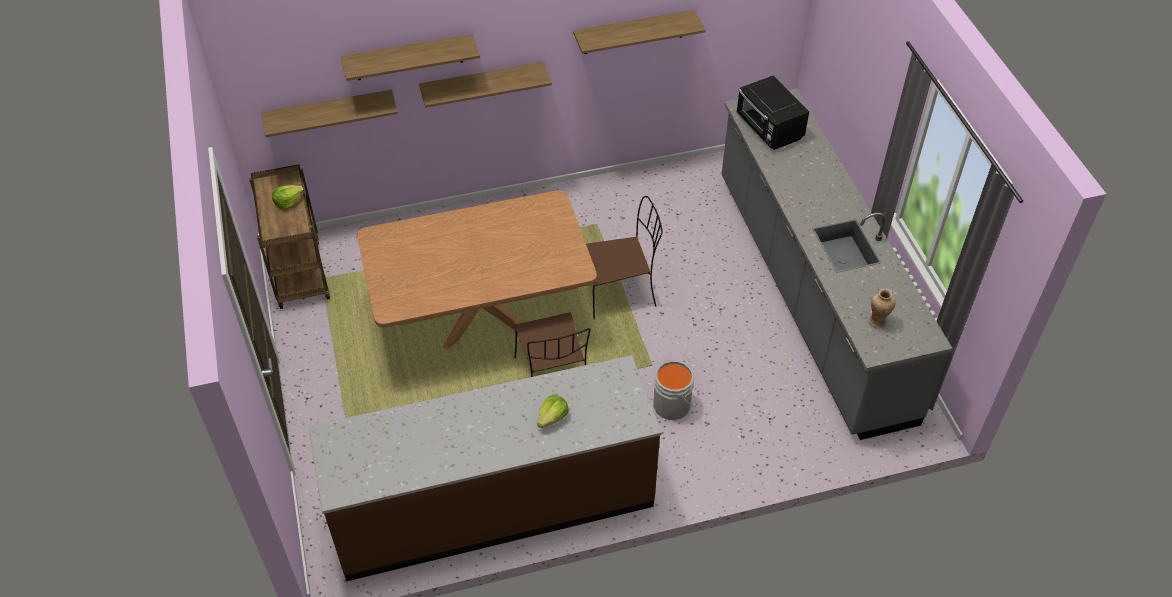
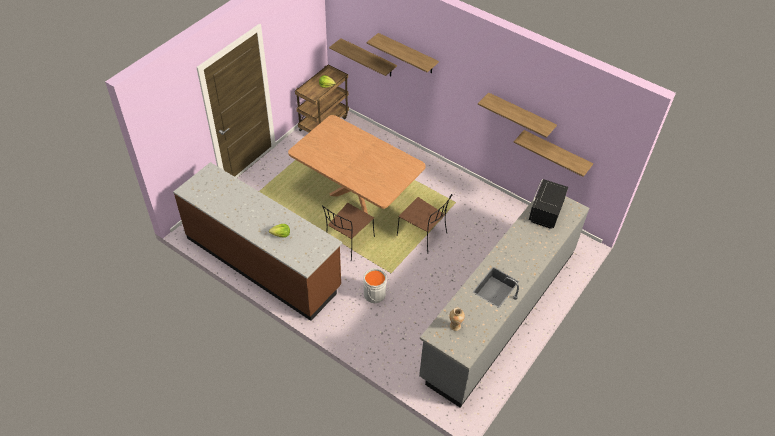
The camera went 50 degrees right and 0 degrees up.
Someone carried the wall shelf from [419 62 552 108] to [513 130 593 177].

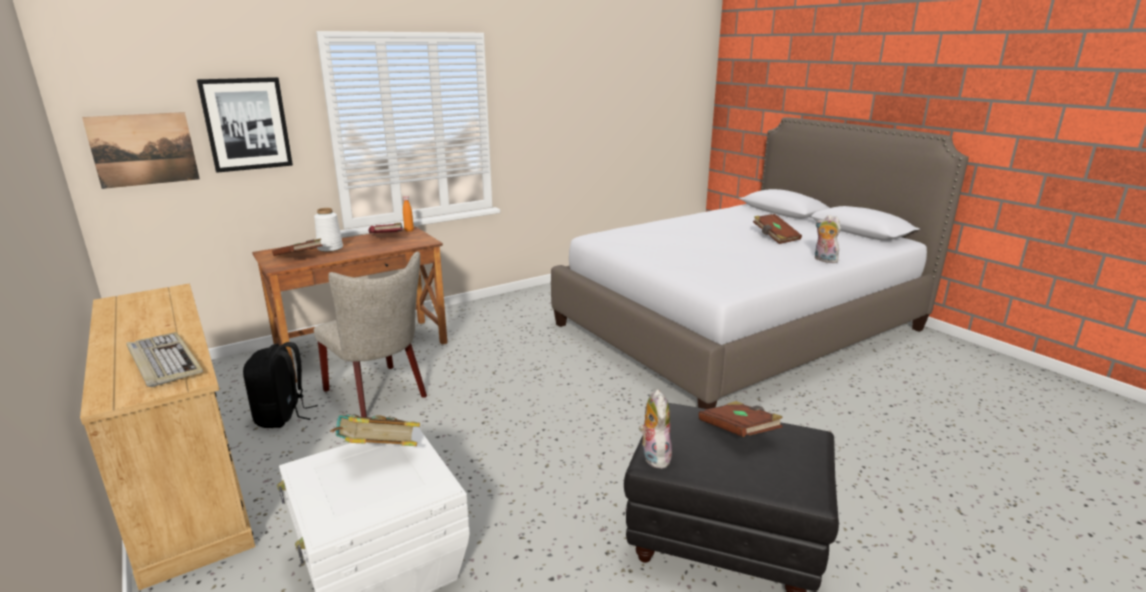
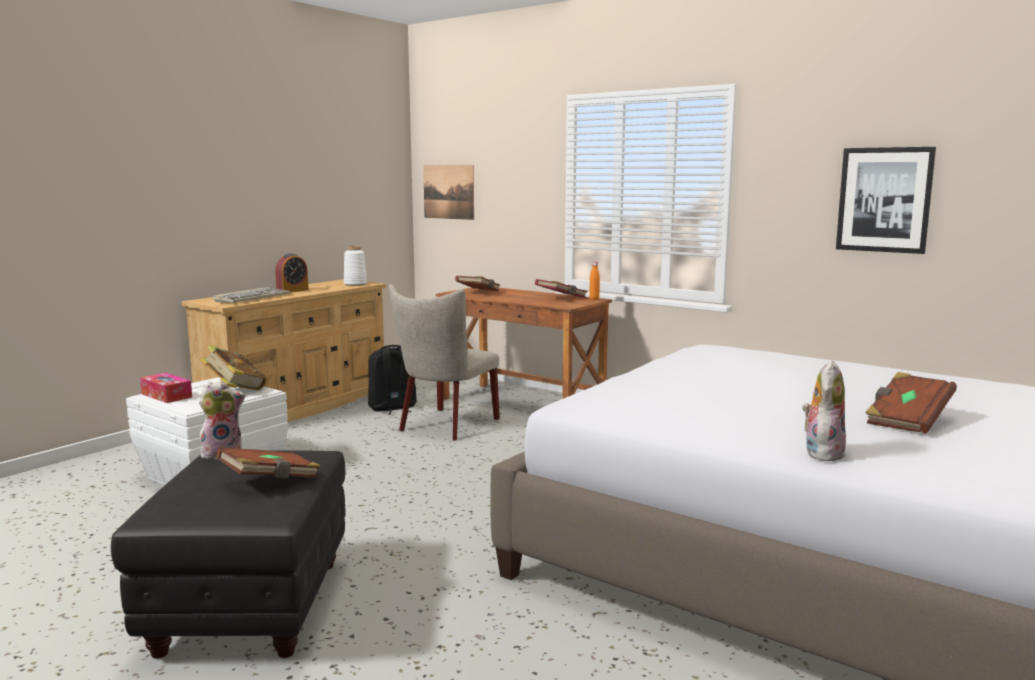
The camera went 70 degrees right and 10 degrees down.
Someone put down the tissue holder at [140 373 192 403].
Someone put down the bedside clock at [275 254 309 293].
Someone carried the wall picture from [197 77 293 173] to [836 147 936 254].
Someone carried the flower vase in whitish from [314 208 343 252] to [344 246 367 286].

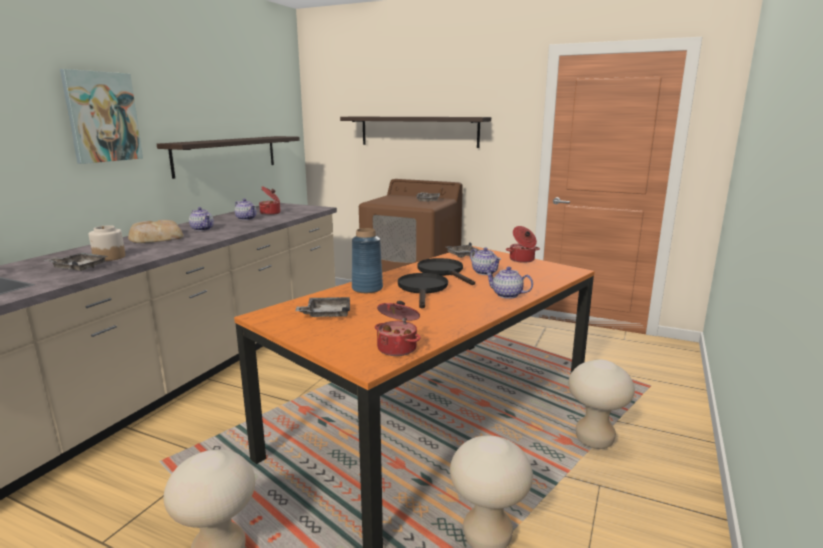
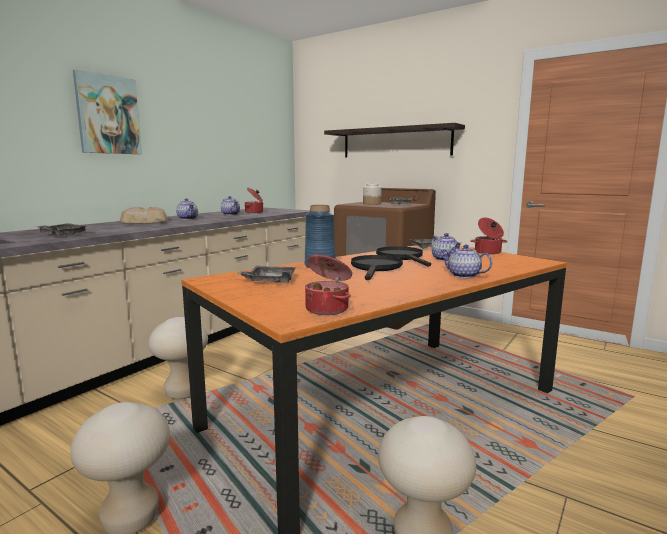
The camera went 10 degrees right and 5 degrees down.
Someone took away the wall shelf at [157 136 300 179].
Someone carried the storage jar from [89 225 125 261] to [363 184 382 205].
Someone carried the sitting stool in beige from [568 359 635 449] to [148 317 208 399].

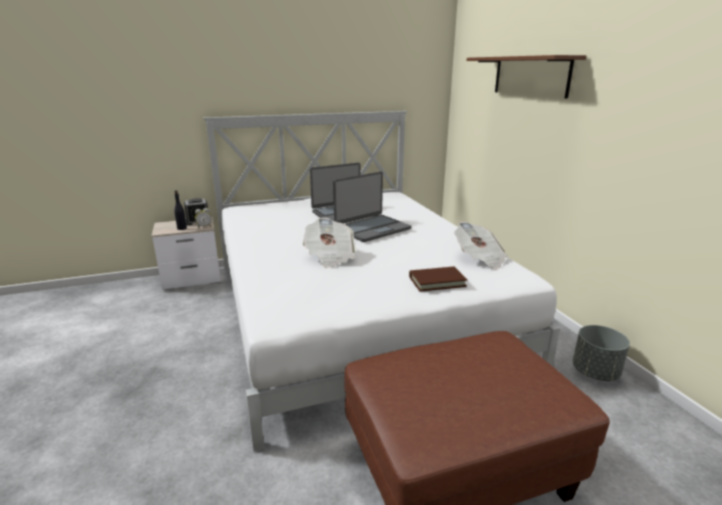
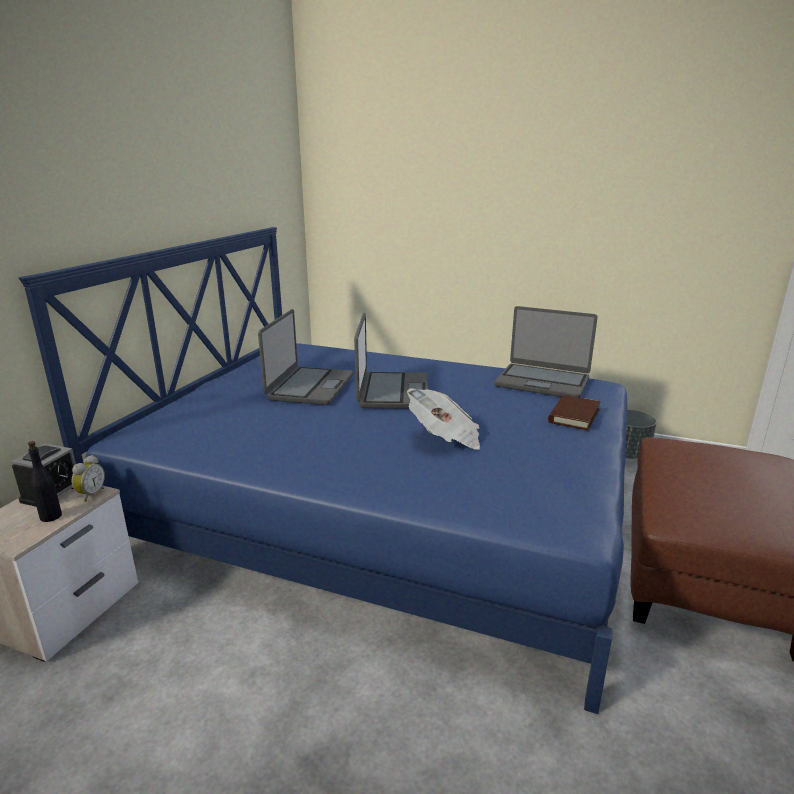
The camera went 50 degrees left and 0 degrees up.
Someone took away the wall shelf in brown at [467 55 586 99].
Someone swapped the printed paper at [454 222 508 270] for the laptop at [494 306 598 398].
Someone repainted the sleeping bed in whitish at [204 111 560 451], which became the sleeping bed in blue-coloured at [19 227 627 714].

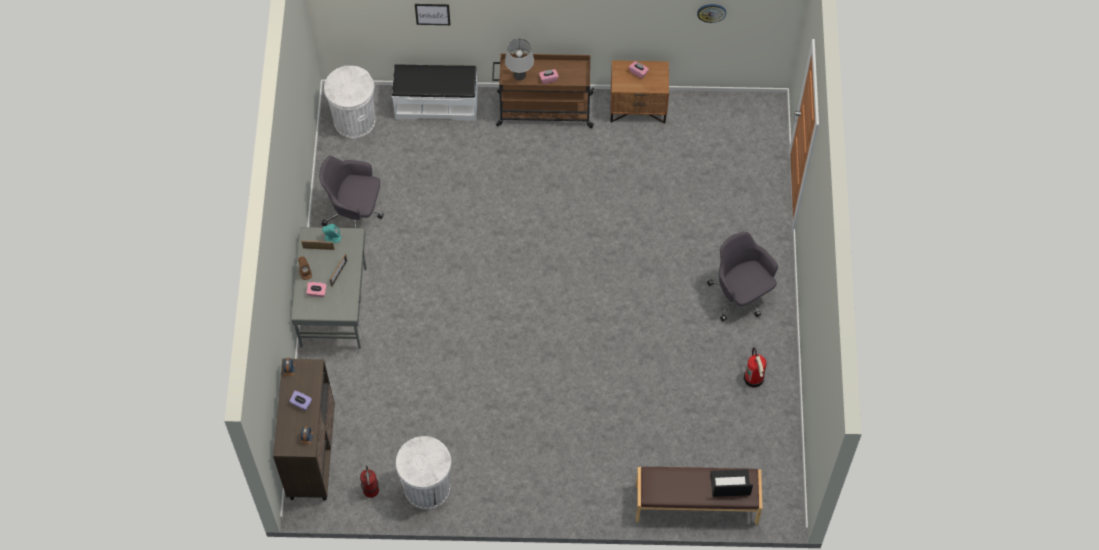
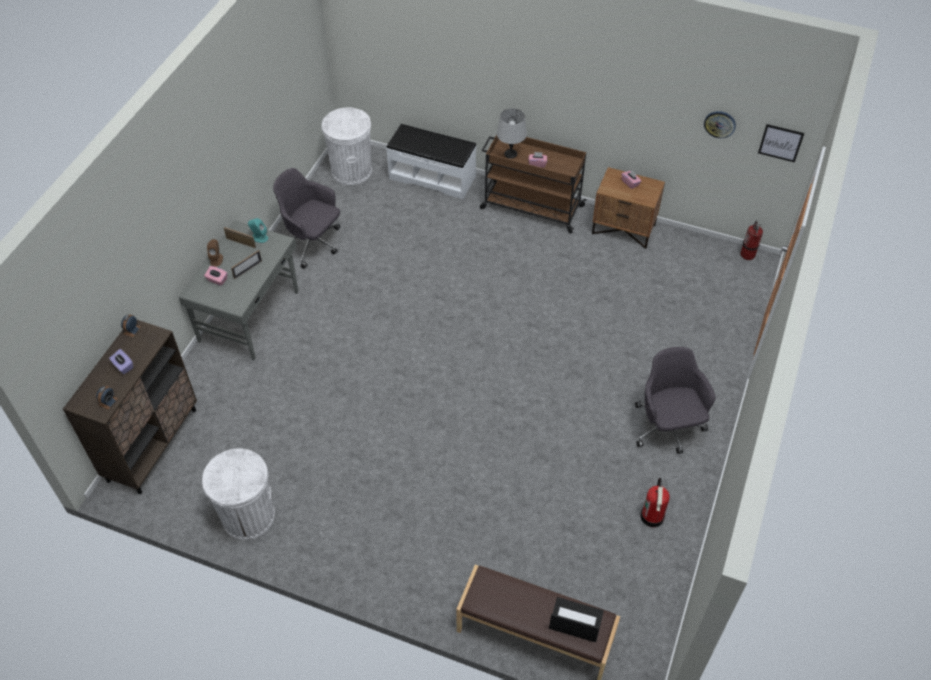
The camera went 20 degrees right and 10 degrees down.
Someone carried the fire extinguisher from [360 465 379 498] to [740 221 763 260].
Someone carried the wall picture from [415 4 450 25] to [758 124 804 162].

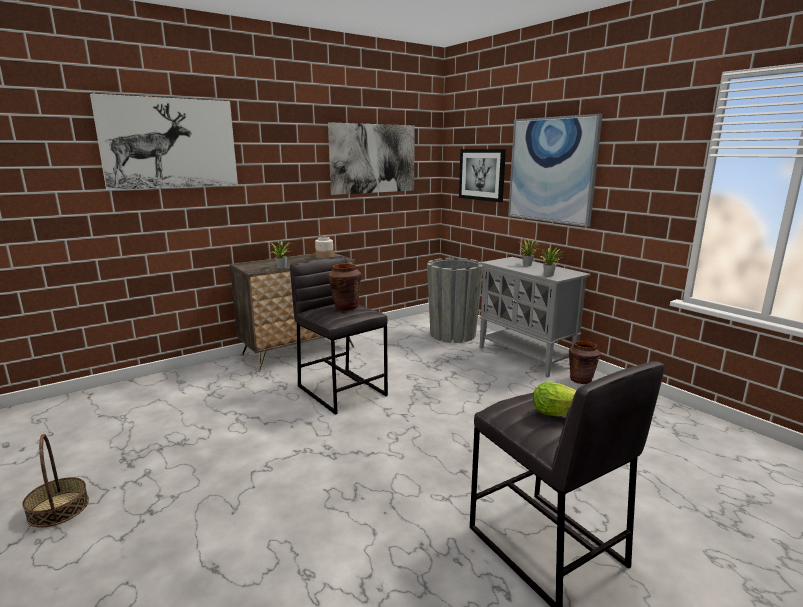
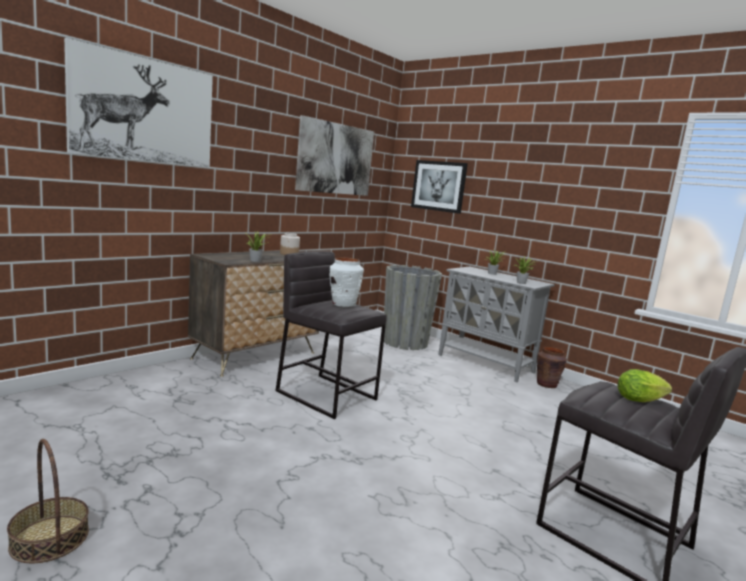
The camera went 15 degrees left and 5 degrees down.
Someone took away the wall picture at [508 114 603 227].
Someone repainted the flower vase in brown at [328 263 361 311], which became the flower vase in whitish at [330 257 364 307].

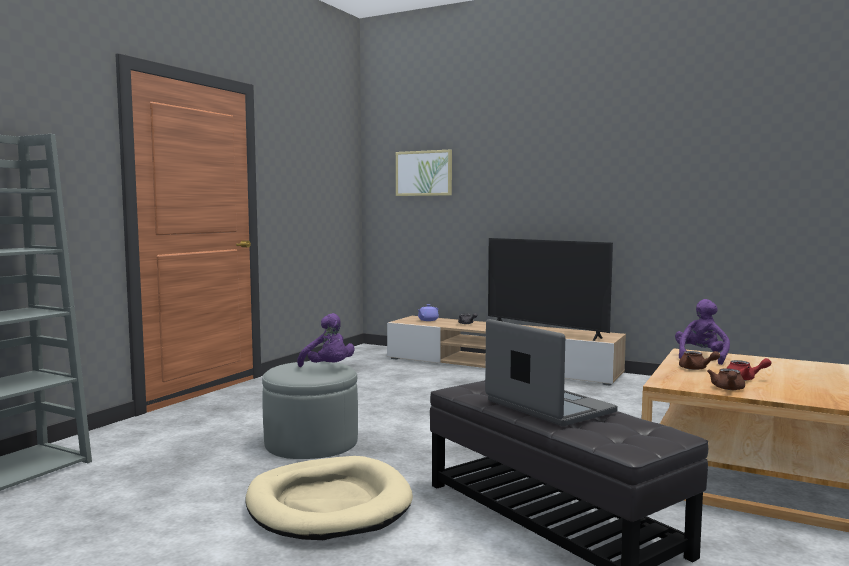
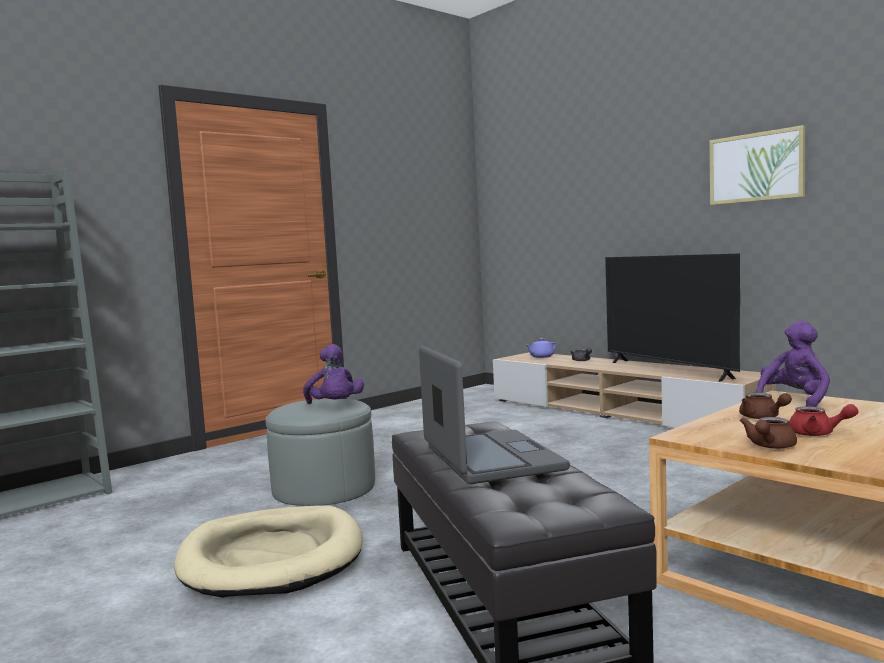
The camera went 20 degrees right and 0 degrees up.
Someone carried the wall picture from [396 149 452 196] to [709 125 805 205].

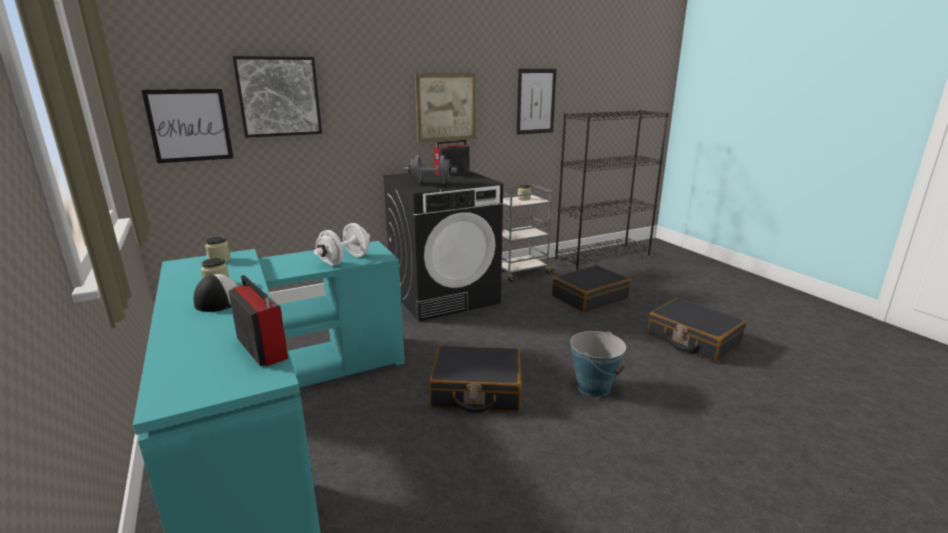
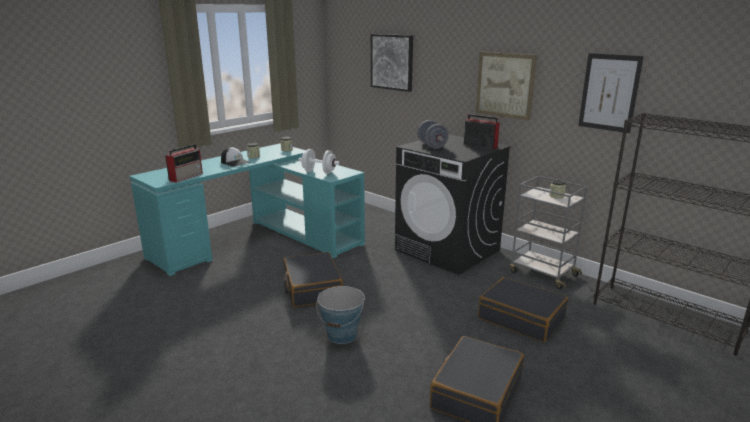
The camera went 70 degrees right and 0 degrees up.
Someone took away the wall picture at [142 89 233 163].

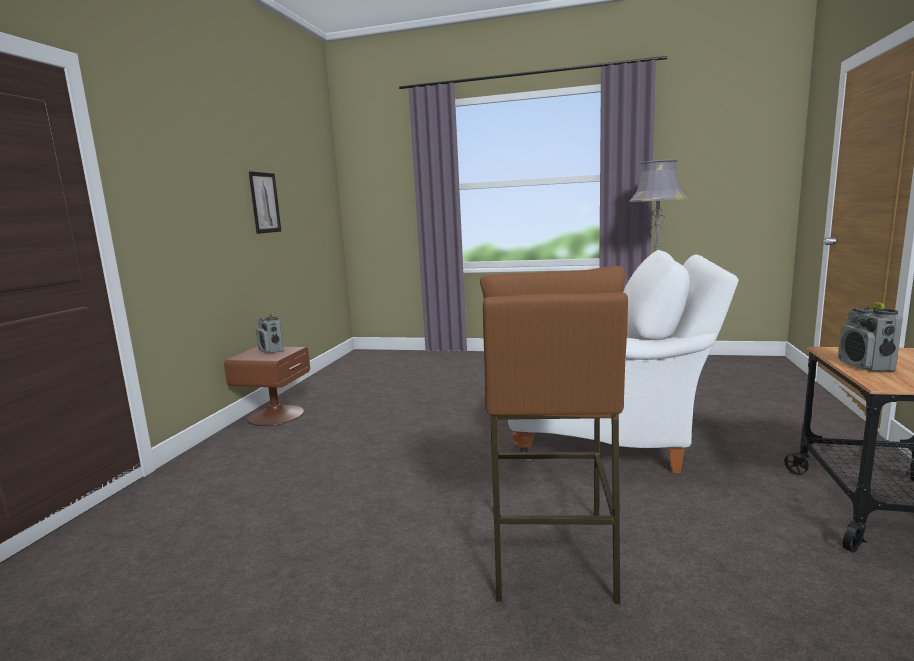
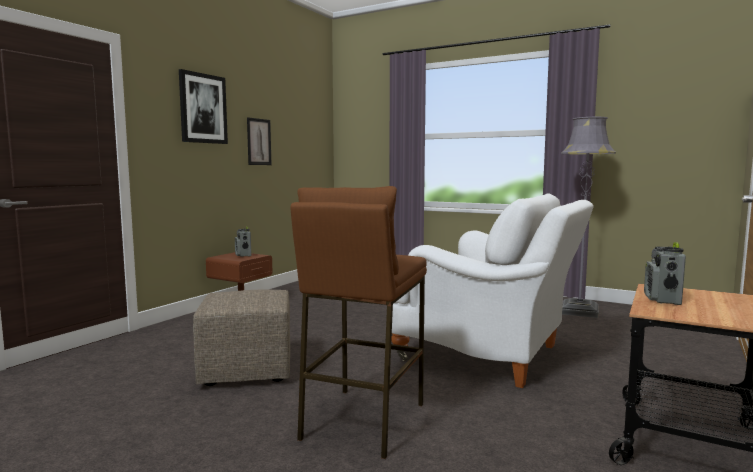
The camera went 15 degrees right and 5 degrees down.
Someone put up the wall picture at [179 69 228 144].
Someone put down the pouffe in beige at [193 290 290 386].

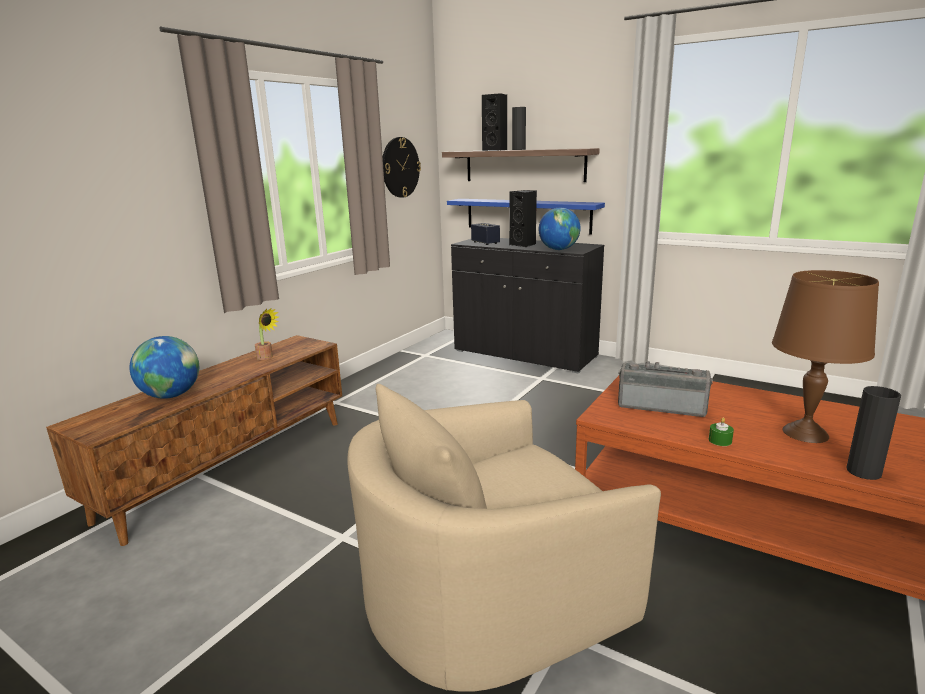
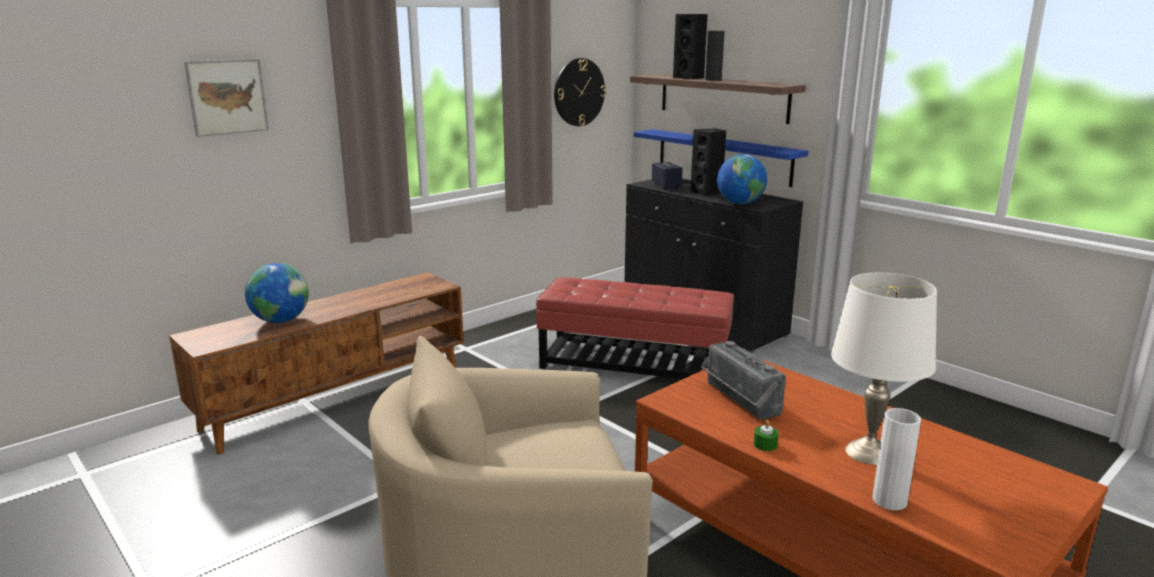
The camera went 15 degrees right and 0 degrees up.
Someone took away the potted plant at [255 308 279 360].
Someone put up the wall picture at [184 59 269 137].
Someone put down the pouffe in red-coloured at [536 277 734 379].
Someone repainted the lamp for a table in brown at [772 270 879 443], which became the lamp for a table in whitish at [831 273 937 465].
Someone repainted the flower vase in black at [846 386 901 480], which became the flower vase in whitish at [872 408 921 510].
Someone rotated the radio receiver at [618 361 713 417] by 150 degrees counterclockwise.

